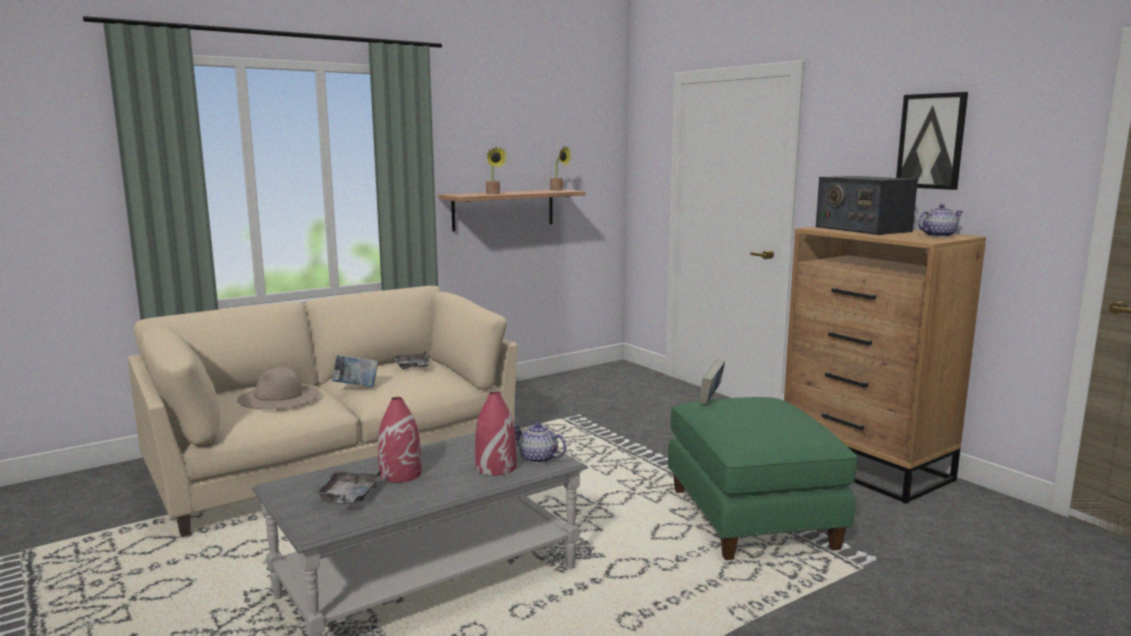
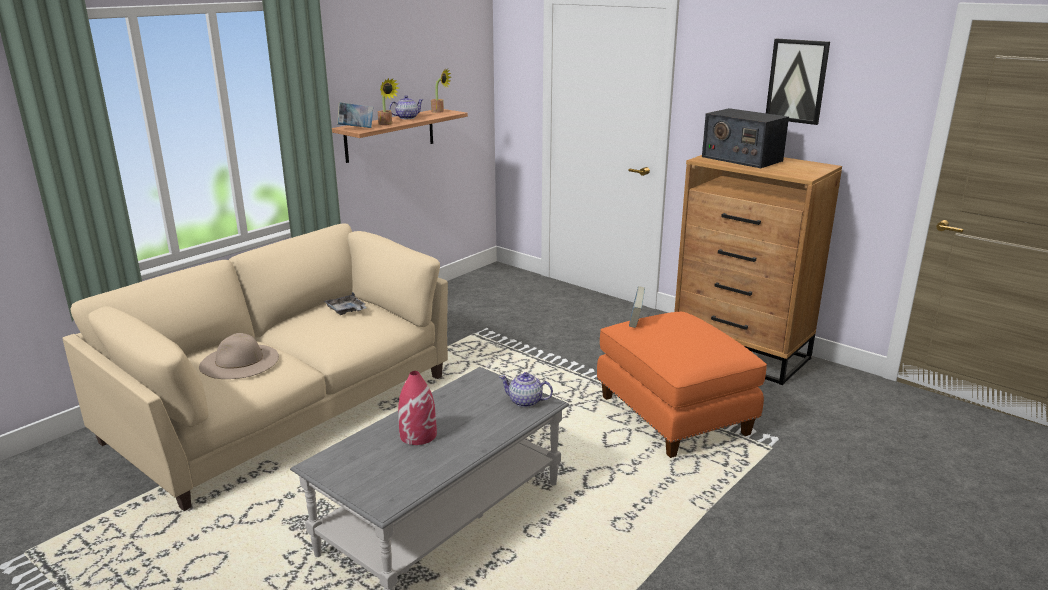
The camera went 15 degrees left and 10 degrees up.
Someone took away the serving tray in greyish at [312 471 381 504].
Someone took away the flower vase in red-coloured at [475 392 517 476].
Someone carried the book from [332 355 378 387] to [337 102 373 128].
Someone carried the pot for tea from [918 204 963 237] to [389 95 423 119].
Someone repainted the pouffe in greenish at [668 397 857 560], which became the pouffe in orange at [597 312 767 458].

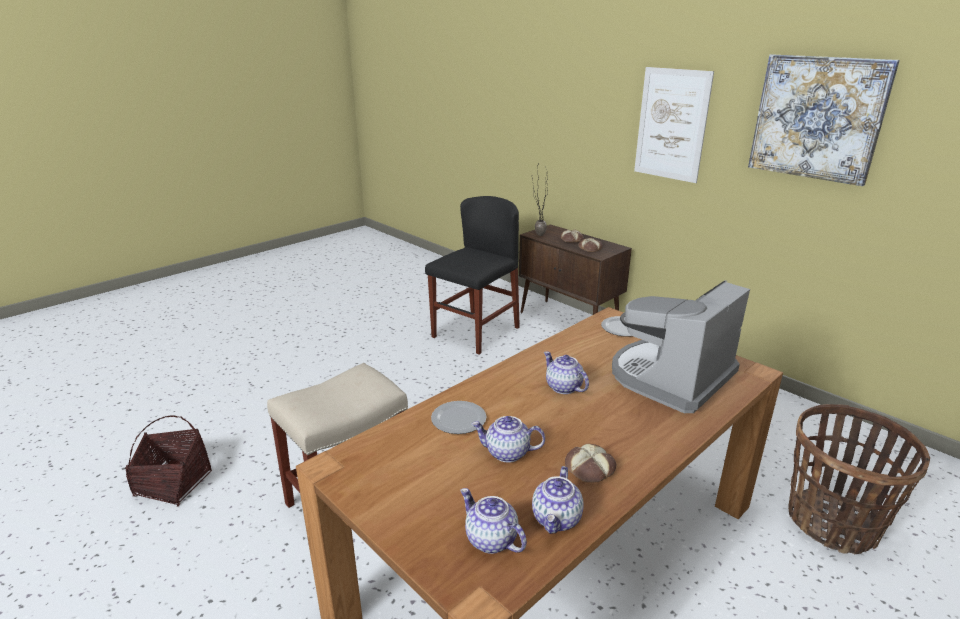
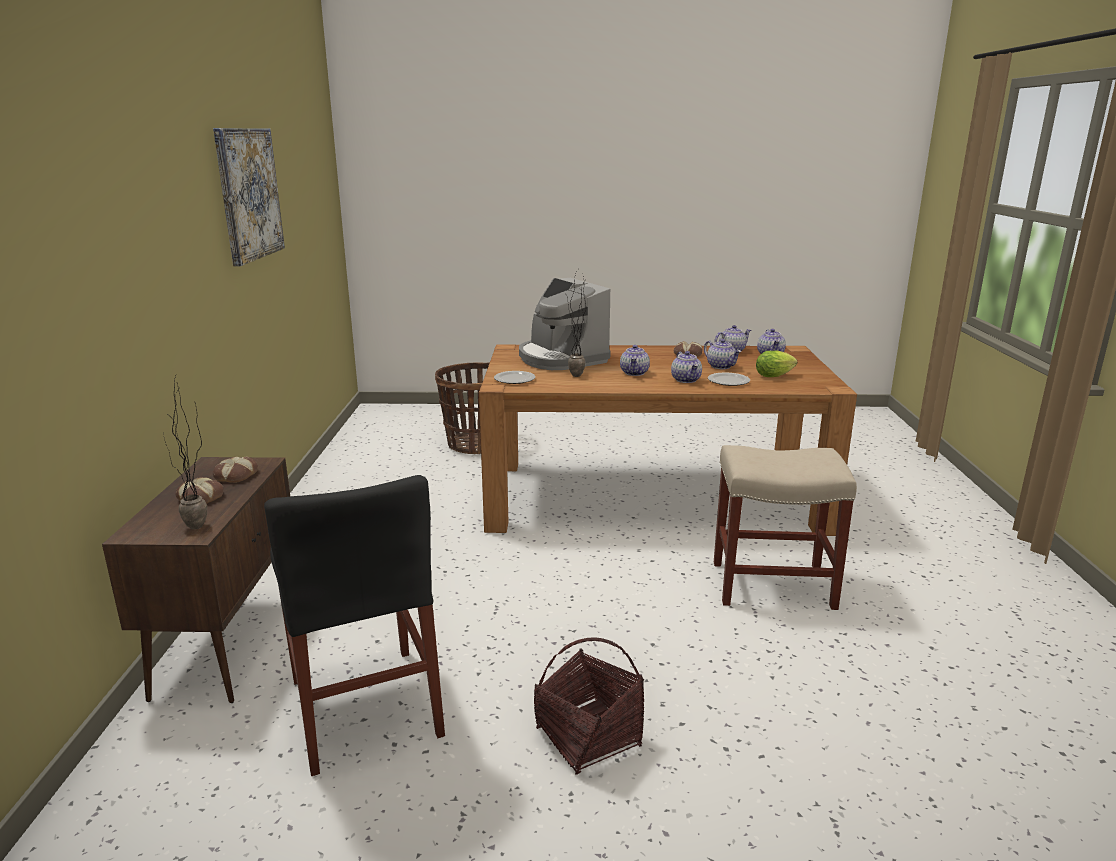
The camera went 135 degrees left and 5 degrees down.
Someone took away the wall picture at [634 67 714 183].
Someone put down the potted plant at [567 270 586 377].
Someone put down the pot for tea at [671 351 702 383].
Someone put down the lettuce head at [756 351 797 377].
Someone carried the storage basket from [125 415 212 506] to [534 637 645 775].
Someone rotated the chair in black at [425 196 520 354] by 105 degrees counterclockwise.
Someone rotated the coffee maker at [612 280 750 413] by 60 degrees clockwise.

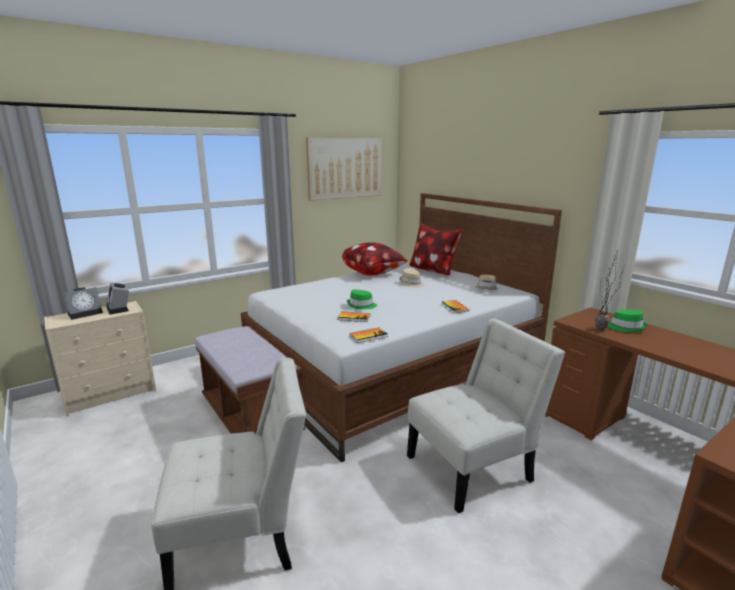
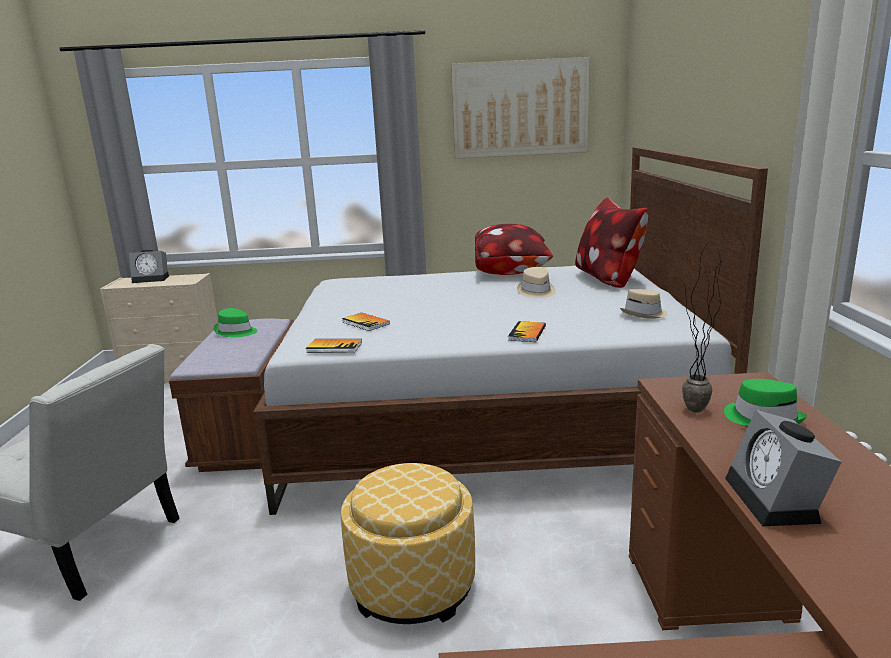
The camera went 35 degrees right and 0 degrees up.
Someone carried the bedside clock from [106 282 129 315] to [725 410 842 526].
Someone carried the wearable hat in greenish from [347 289 377 309] to [214 308 257 337].
Someone swapped the chair in whitish at [407 319 565 513] for the pouffe at [341 463 475 624].

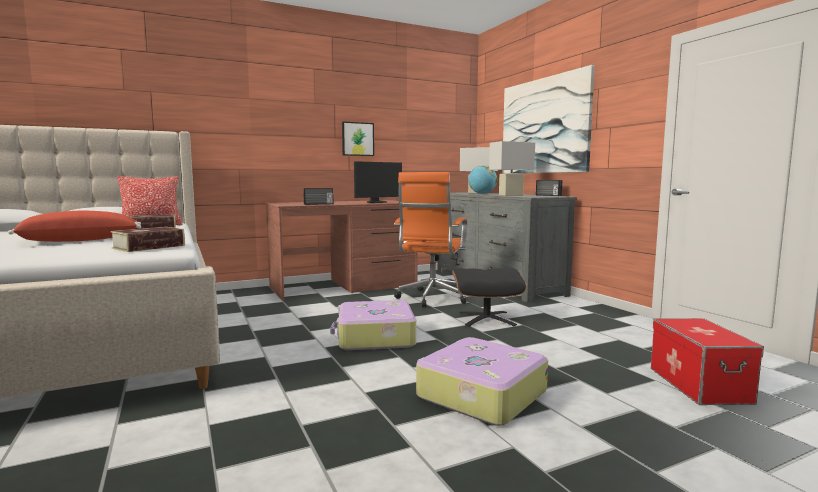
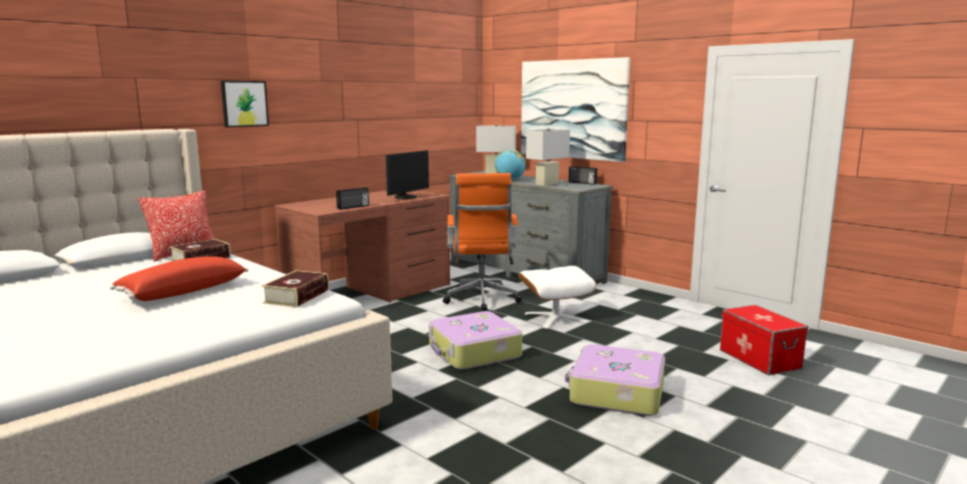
The camera went 20 degrees left and 5 degrees up.
Someone carried the wall picture from [342 122 374 156] to [221 81 269 127].
Someone repainted the pouffe in black at [452 268 527 327], which became the pouffe in whitish at [518 266 596 329].

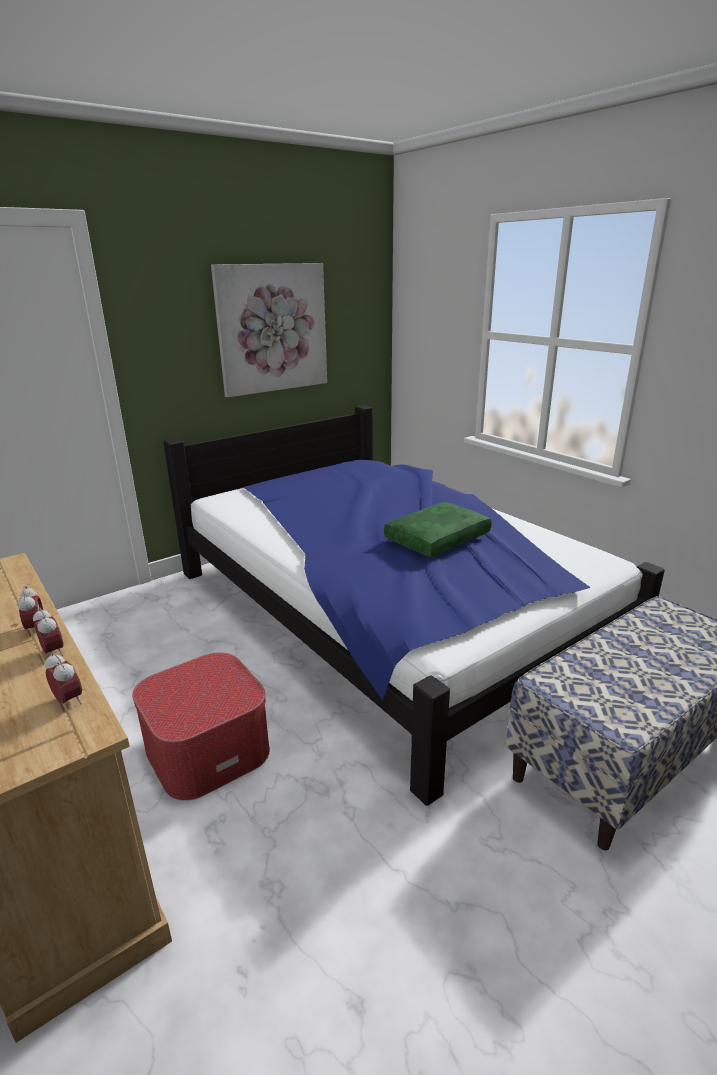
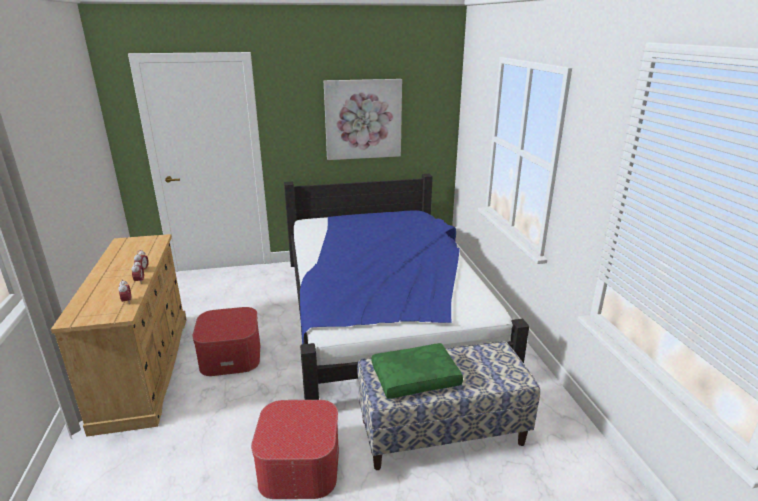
The camera went 25 degrees right and 0 degrees up.
Someone put down the pouffe at [251 400 339 499].
Someone carried the pillow in greenish from [384 502 492 557] to [372 343 463 399].

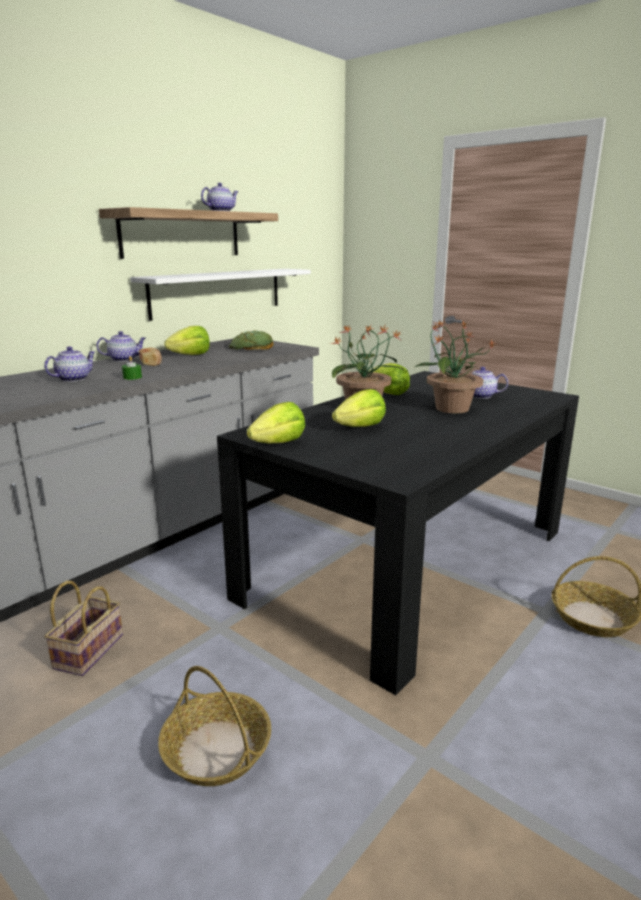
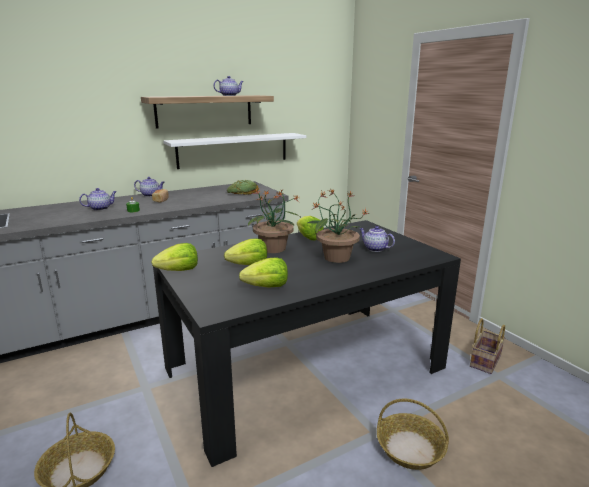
The camera went 20 degrees right and 0 degrees up.
Someone carried the storage basket from [45 581 123 676] to [470 318 505 374].
Someone carried the lettuce head from [164 326 210 355] to [239 258 288 288].

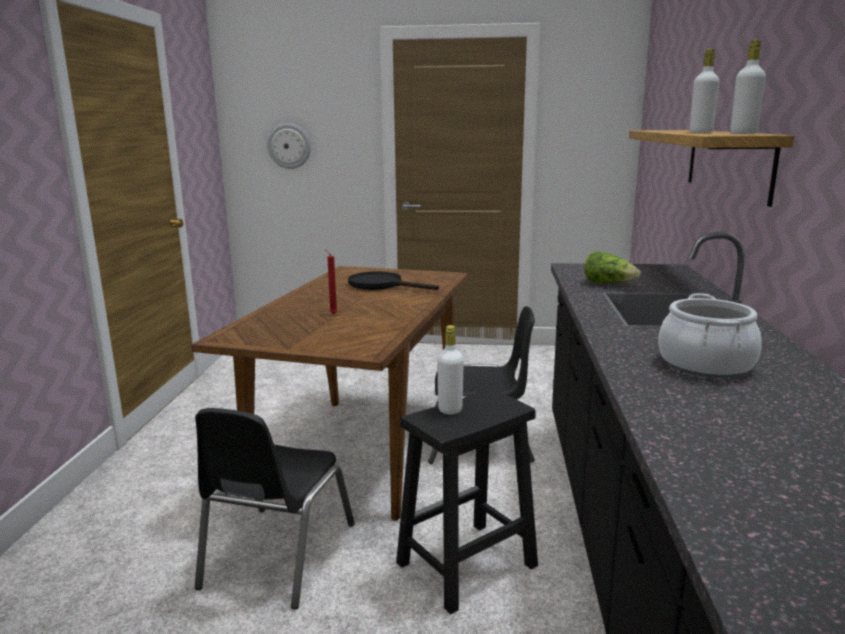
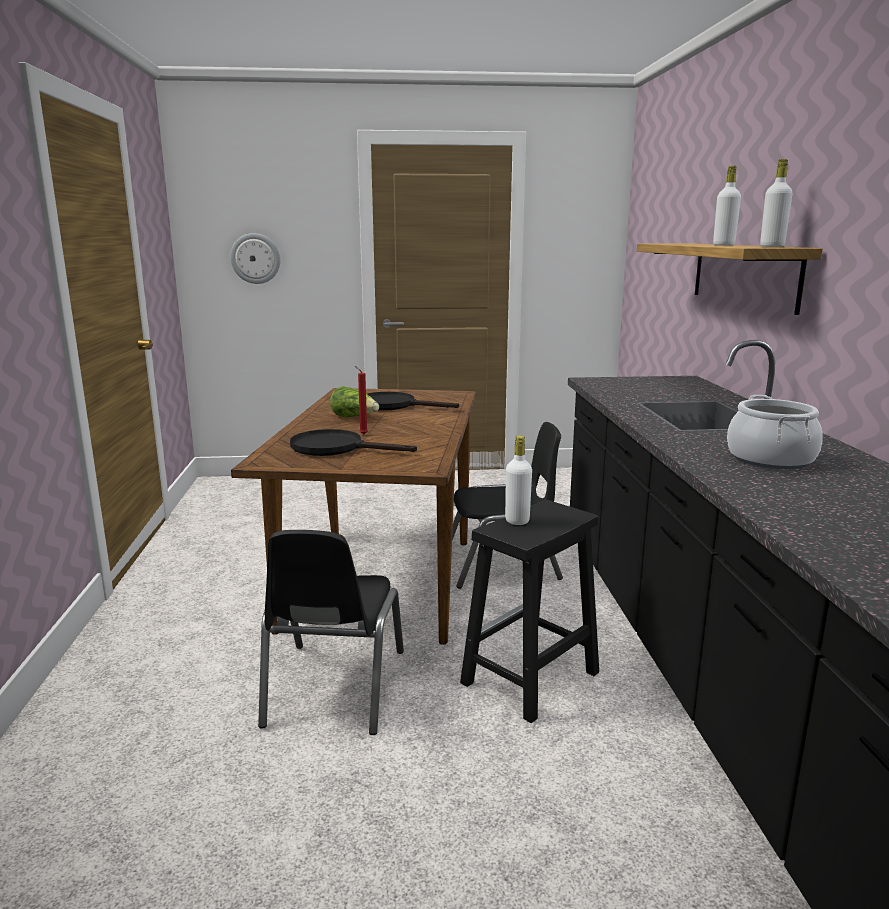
The camera went 10 degrees left and 0 degrees up.
Someone put down the skillet in black at [290 429 417 456].
Someone carried the lettuce head from [584 251 641 284] to [330 386 379 417].

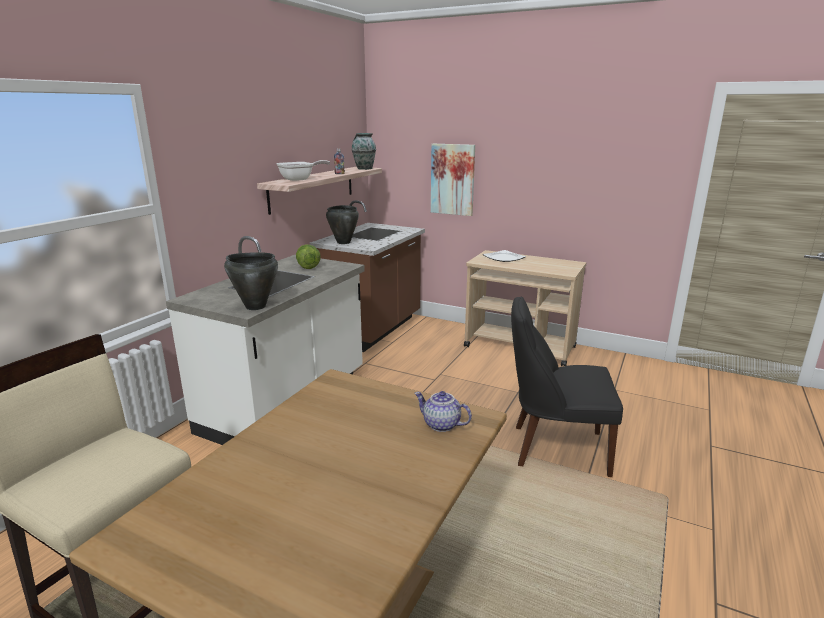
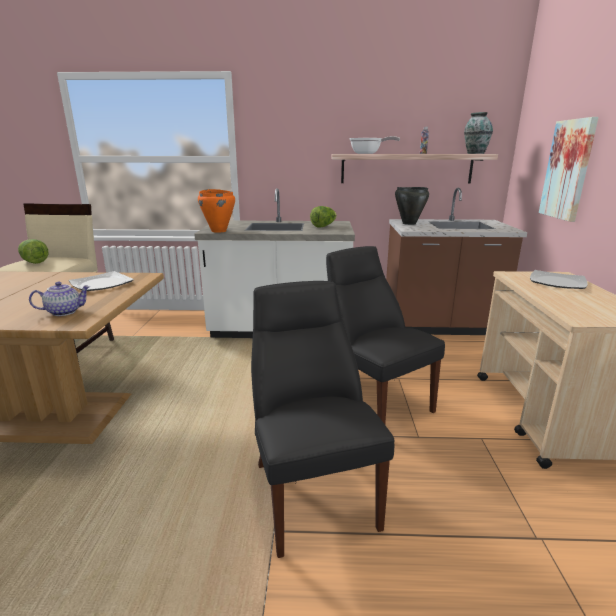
The camera went 65 degrees right and 0 degrees up.
Someone put down the lettuce head at [18 239 49 264].
Someone put down the plate at [69 271 134 291].
Someone put down the chair in black at [326 246 445 424].
Someone repainted the cooking pot in black at [224 252 278 310], which became the cooking pot in orange at [198 189 235 233].
Someone rotated the pot for tea at [414 391 472 432] by 60 degrees clockwise.

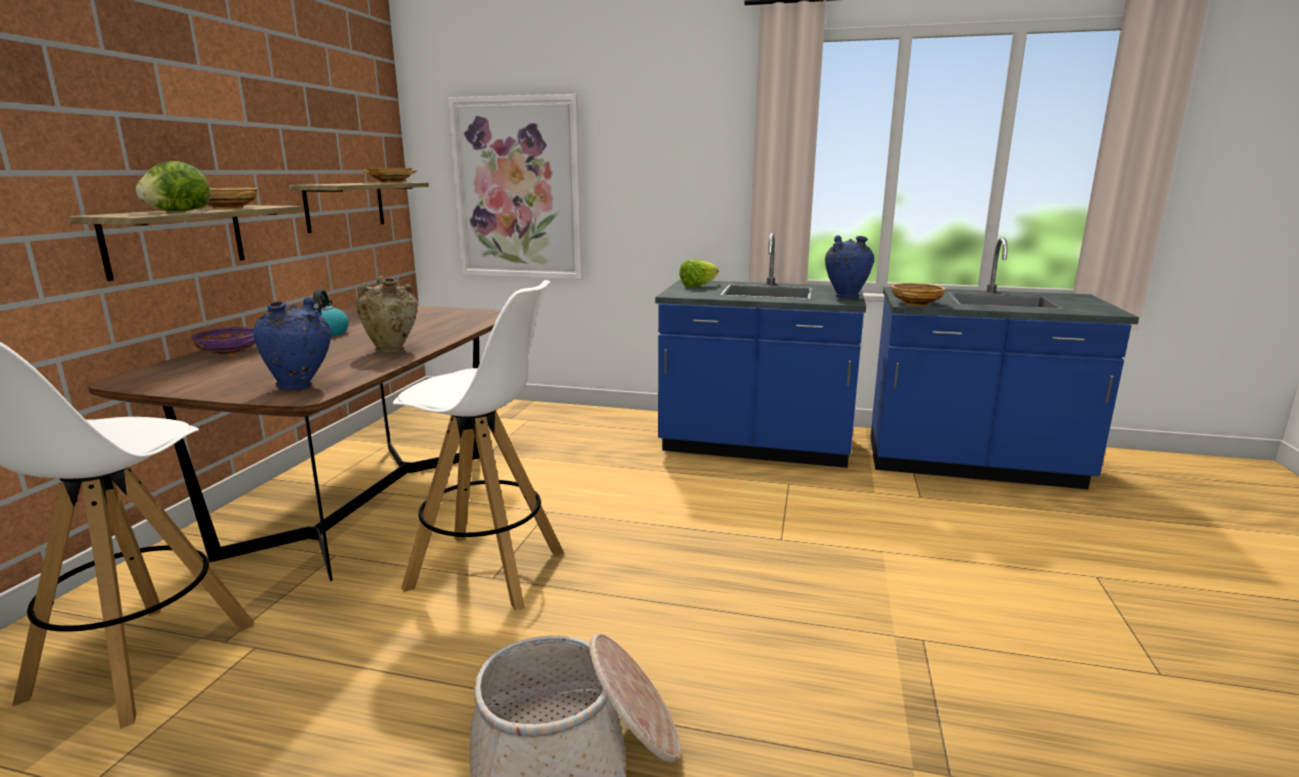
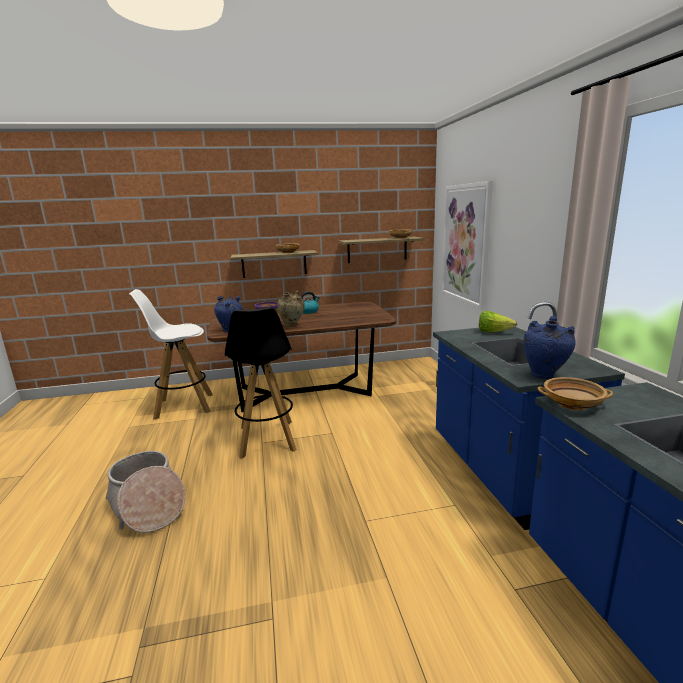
The camera went 65 degrees right and 0 degrees up.
Someone took away the lettuce head at [136 161 210 212].
Someone repainted the sitting stool in whitish at [393 280 564 611], which became the sitting stool in black at [225 307 297 459].

